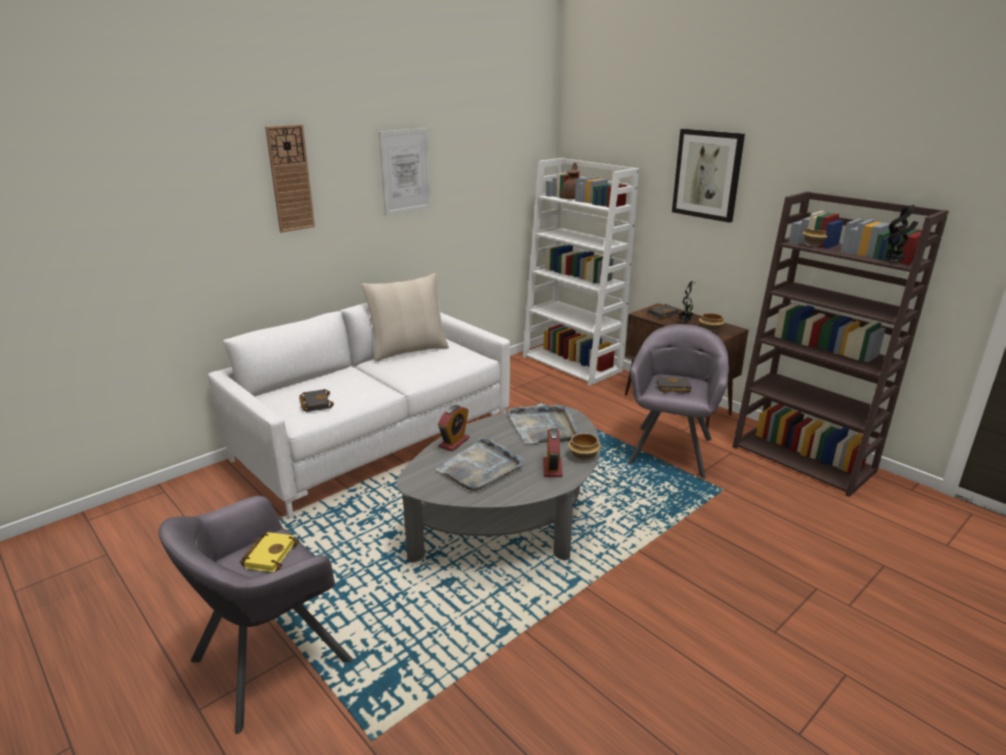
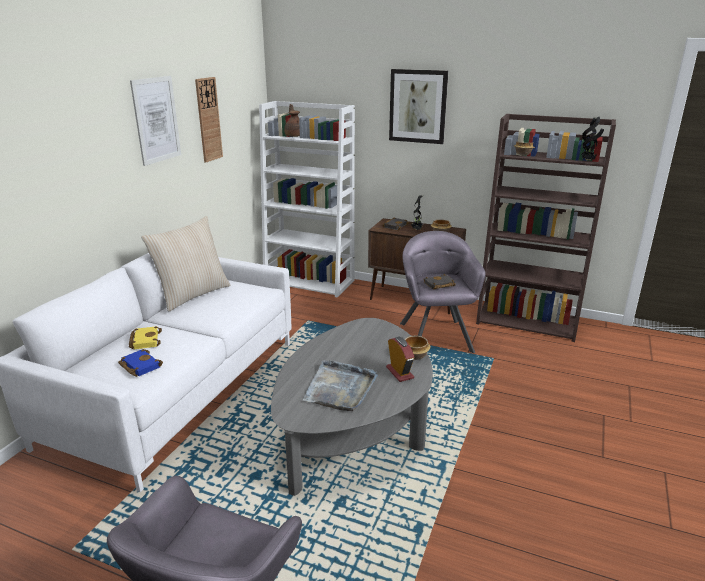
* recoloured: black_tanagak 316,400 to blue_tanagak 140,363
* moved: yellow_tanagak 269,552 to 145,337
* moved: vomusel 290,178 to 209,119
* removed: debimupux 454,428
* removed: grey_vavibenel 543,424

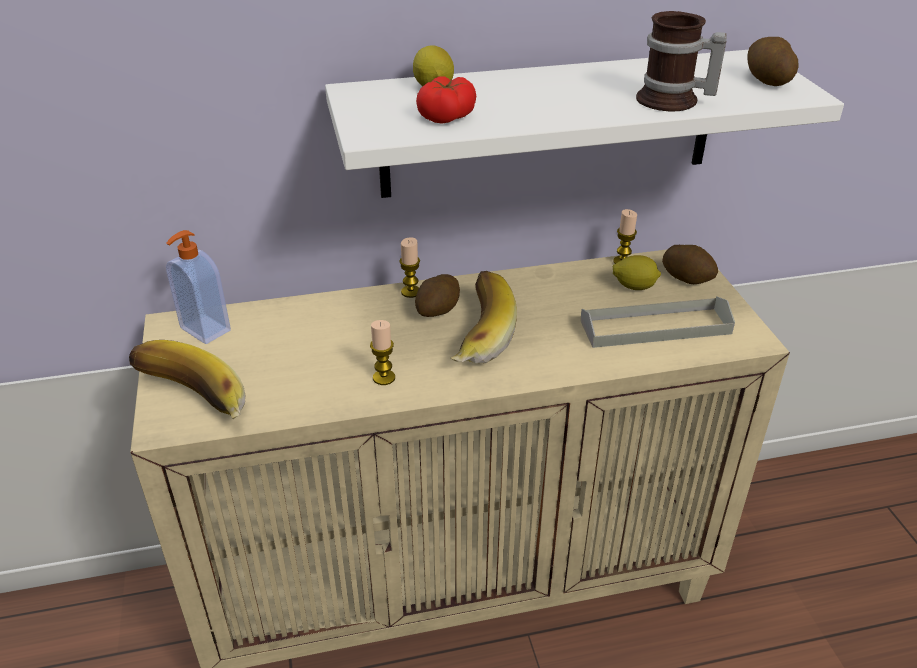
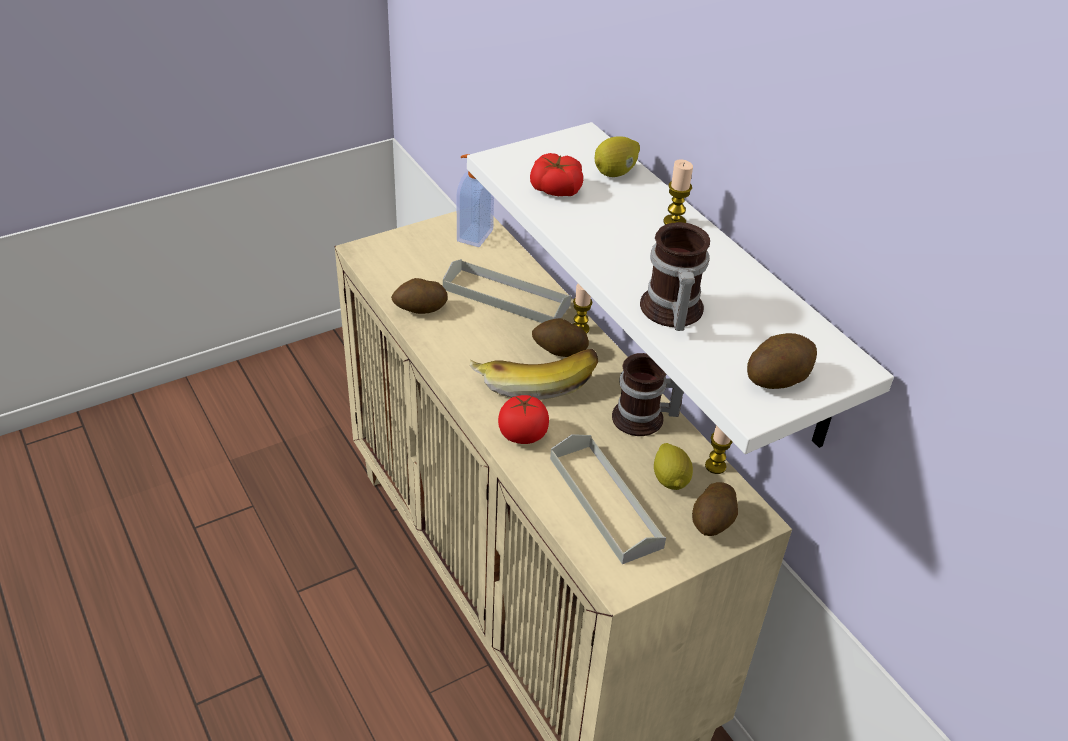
* added: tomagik 419,296
* added: grey_vavibenel 507,291
* added: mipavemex 523,419
* added: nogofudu 648,394
* moved: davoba 382,352 to 678,192
* removed: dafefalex 187,379

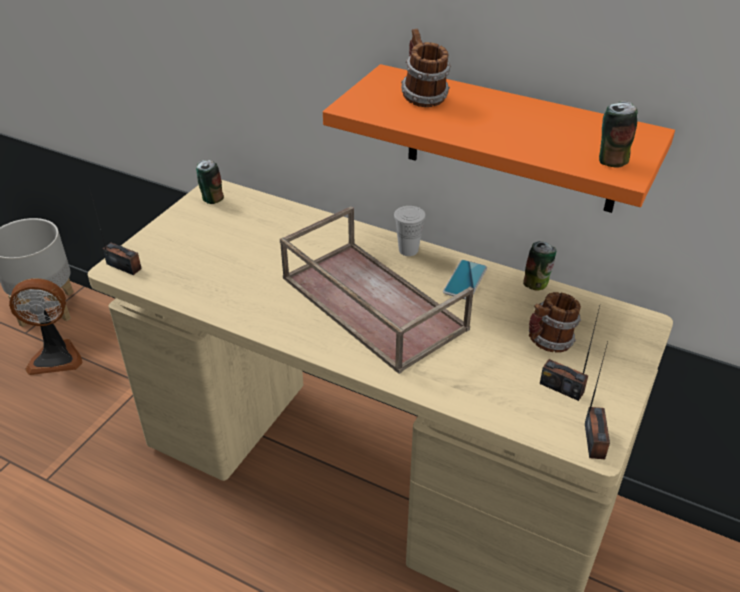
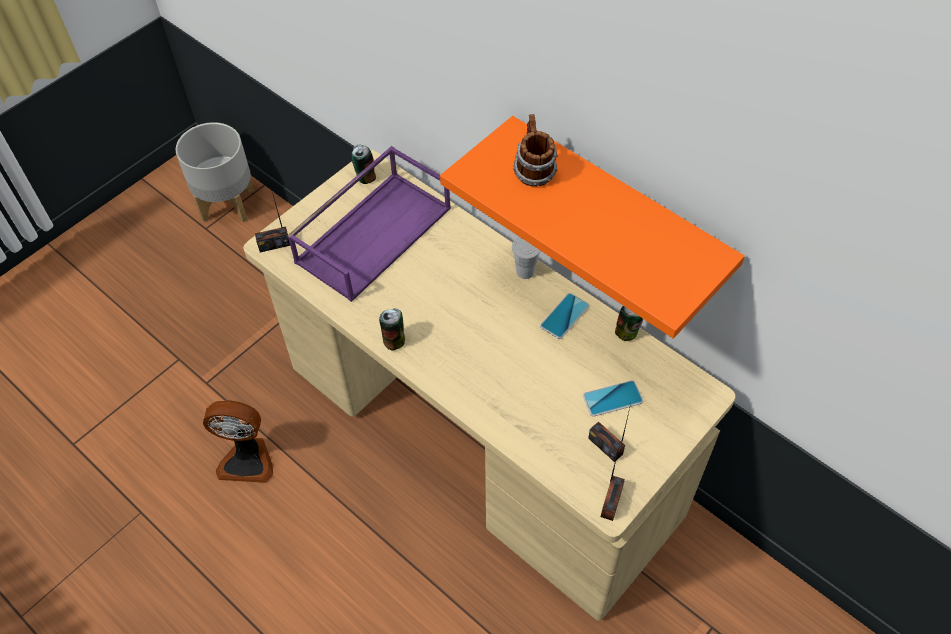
* moved: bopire 45,327 to 238,441
* turned: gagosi 115,231 = 272,218 120 degrees clockwise
* added: purple_vavibenel 369,224
* moved: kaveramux 618,134 to 392,329
* replaced: nogofudu 555,322 to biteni 613,398
* removed: brown_vavibenel 377,290

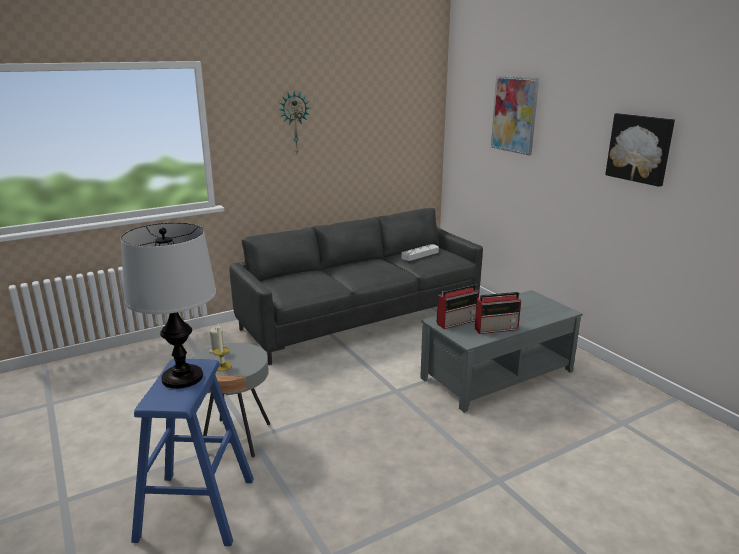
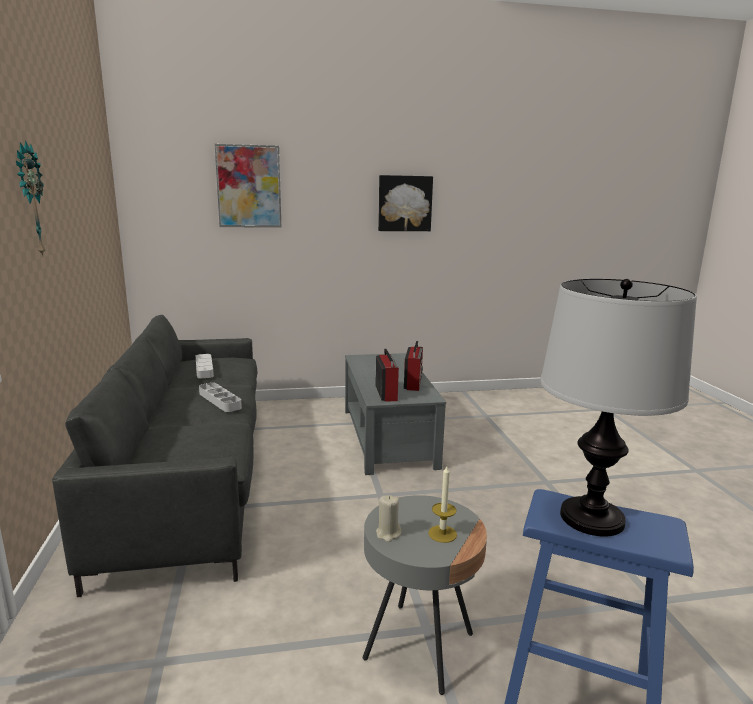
* added: grey_vavibenel 220,397

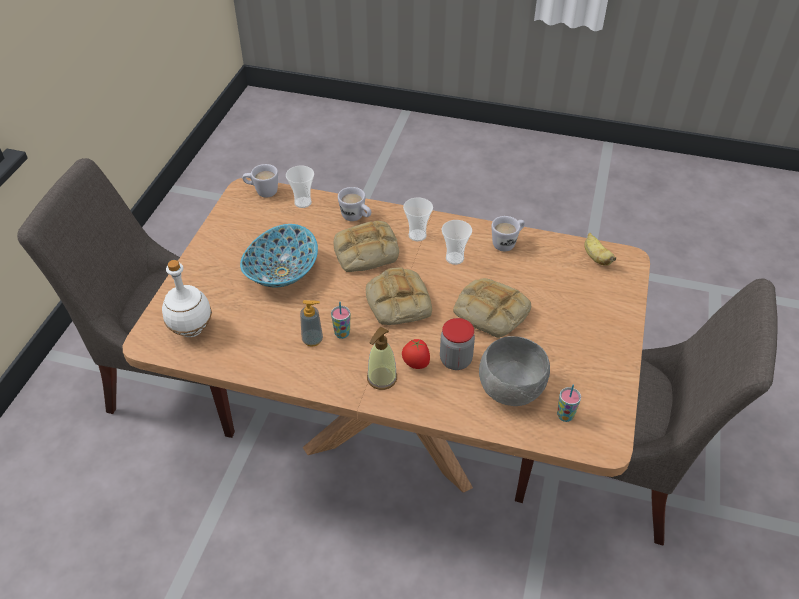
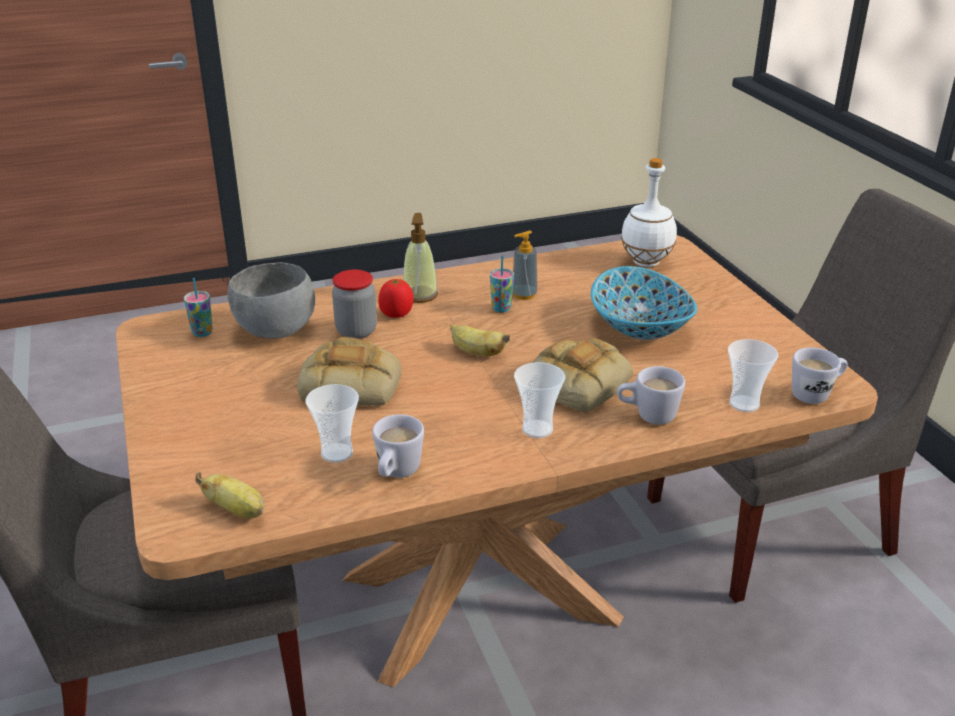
* moved: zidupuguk 457,242 to 332,423
* replaced: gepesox 399,296 to dafefalex 480,340

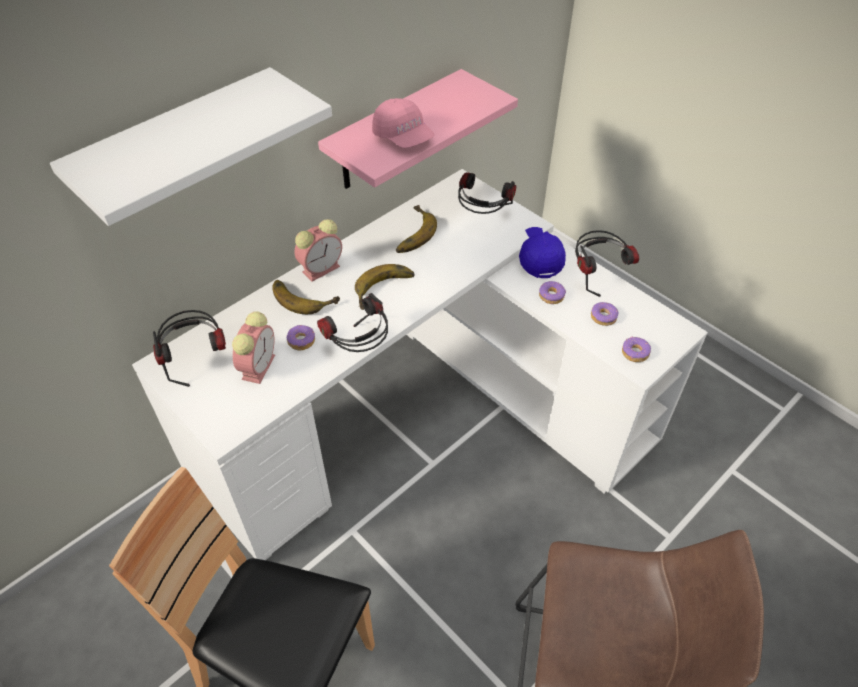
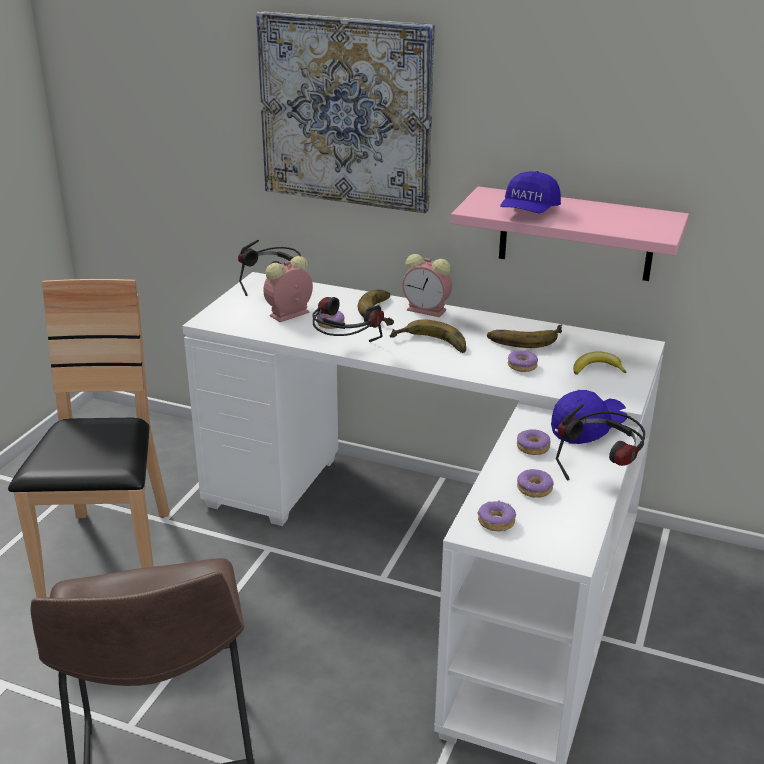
* replaced: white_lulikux 191,146 to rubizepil 345,112
* turned: debimupux 253,347 = 288,289 150 degrees clockwise
* recoloured: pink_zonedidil 403,123 to blue_zonedidil 530,192
* added: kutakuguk 523,361
* replaced: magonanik 487,193 to dafefalex 599,363

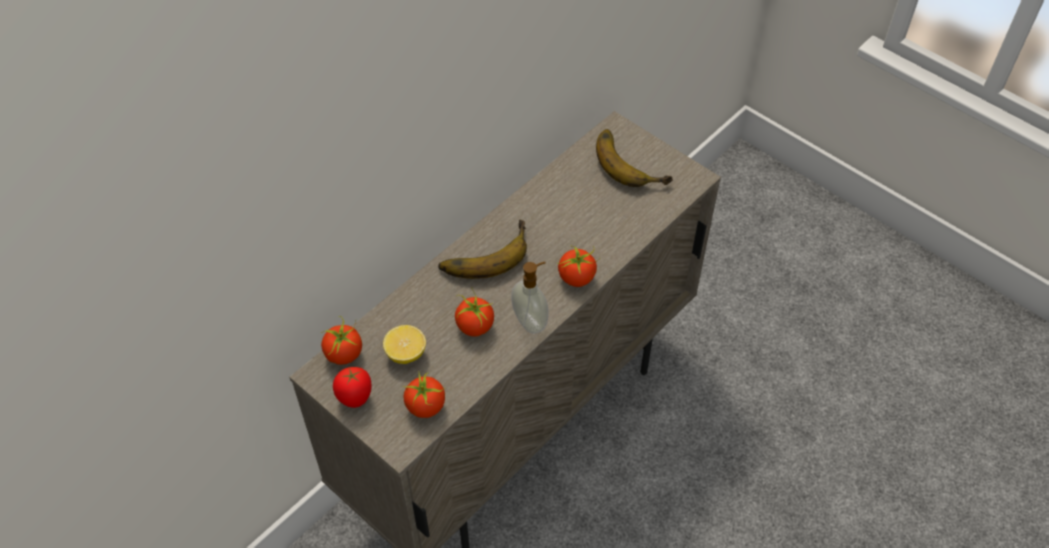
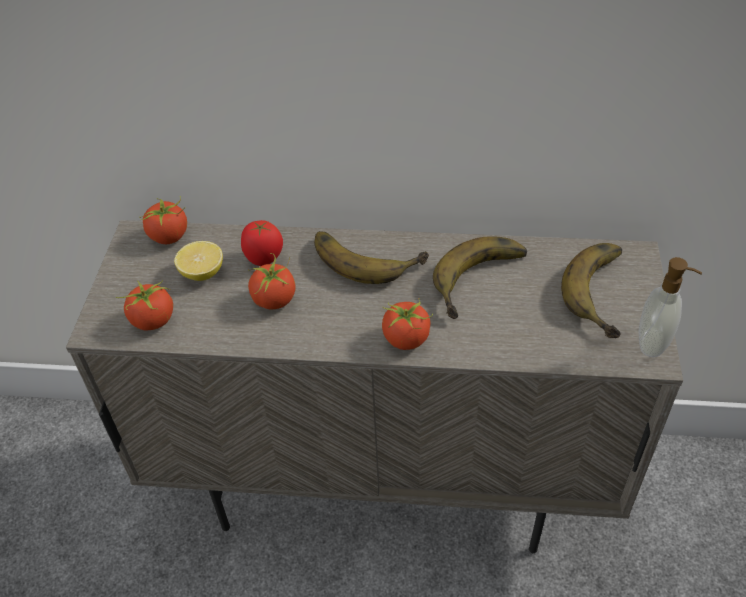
* moved: mipavemex 352,387 to 262,243
* added: dafefalex 480,277
* moved: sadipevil 530,298 to 670,307

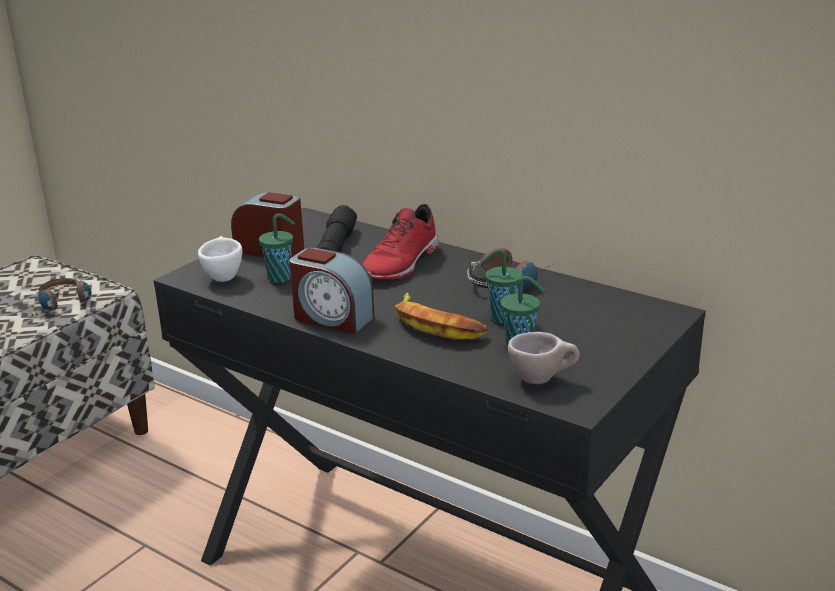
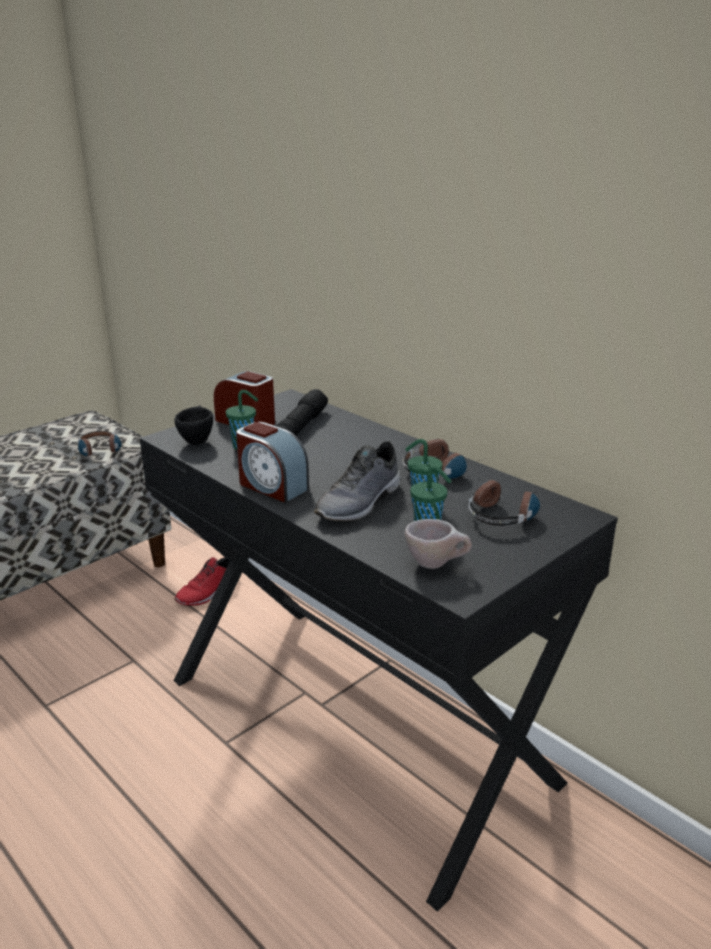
* recoloured: white_zidupuguk 220,259 to black_zidupuguk 193,425
* moved: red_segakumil 400,242 to 202,581
* replaced: dafefalex 441,316 to grey_segakumil 357,481
* added: magonanik 506,503

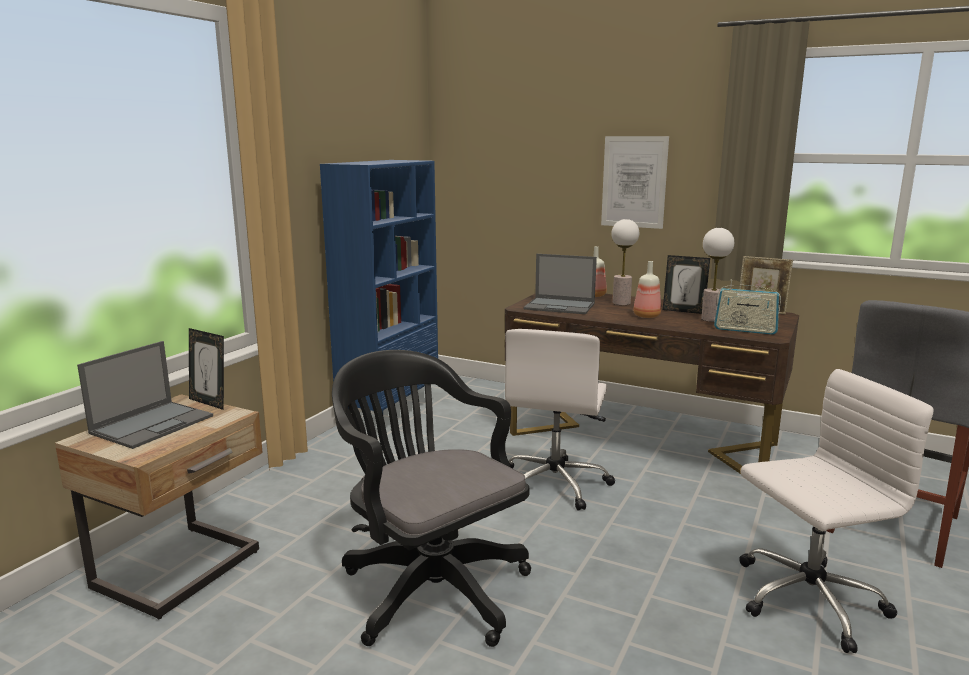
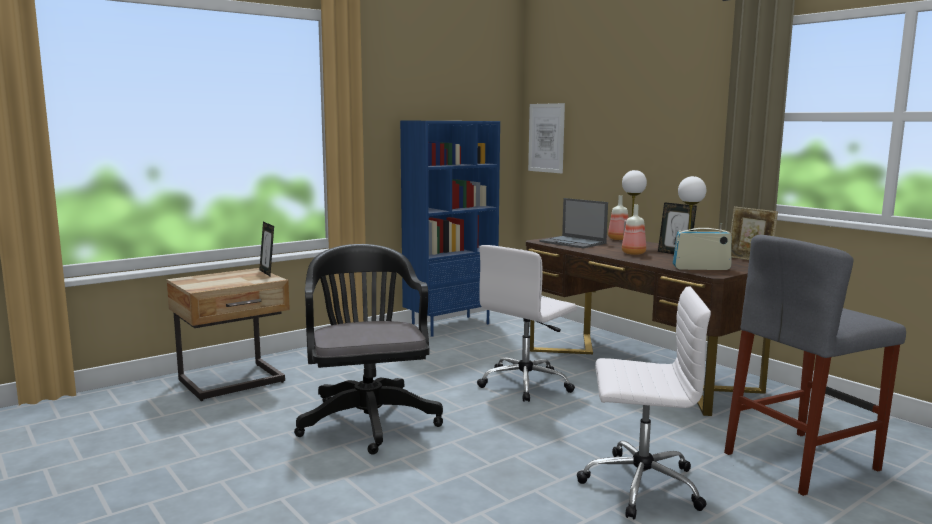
* moved: rubizepil 635,182 to 546,138
* turned: gagosi 747,307 = 702,246 135 degrees clockwise
* removed: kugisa 145,395

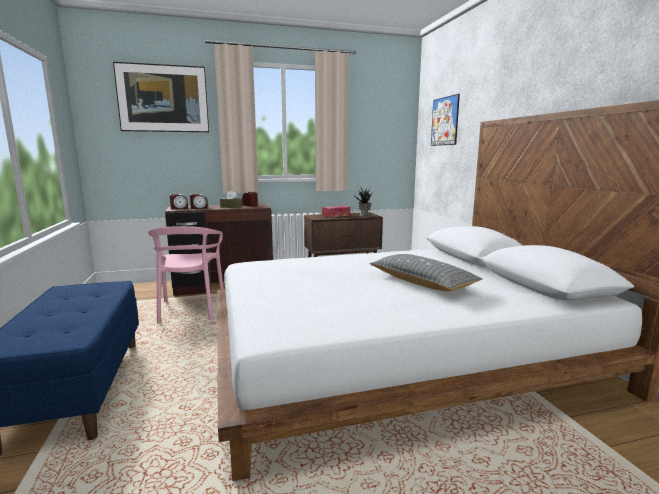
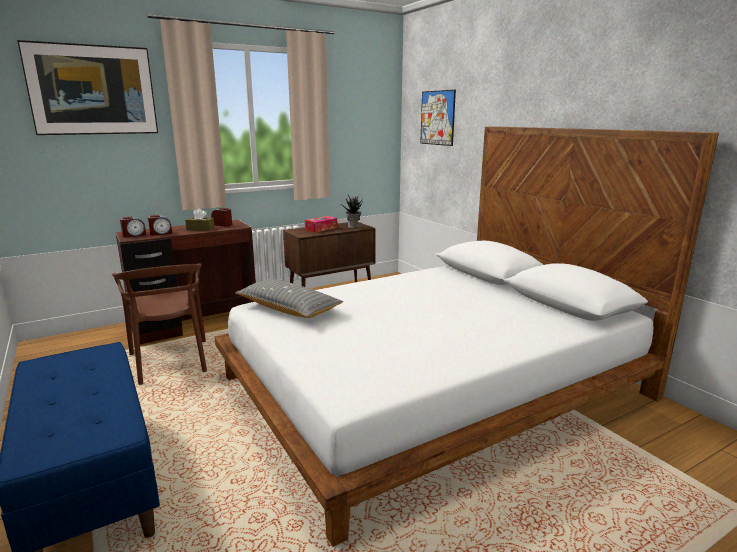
* recoloured: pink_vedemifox 186,275 to brown_vedemifox 159,324
* moved: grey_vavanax 425,273 to 289,298

